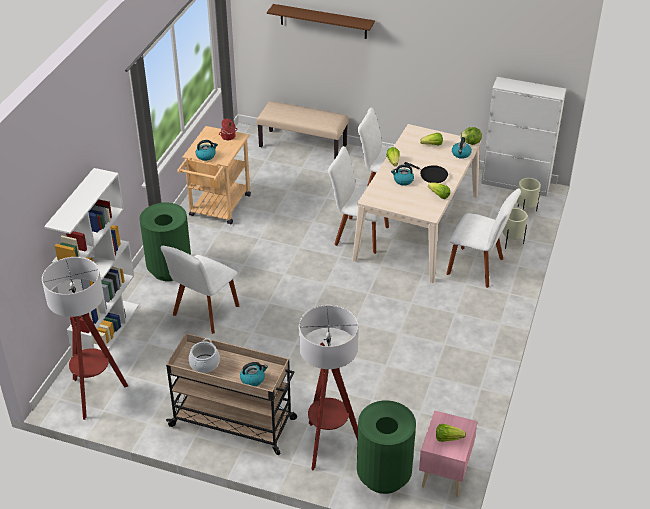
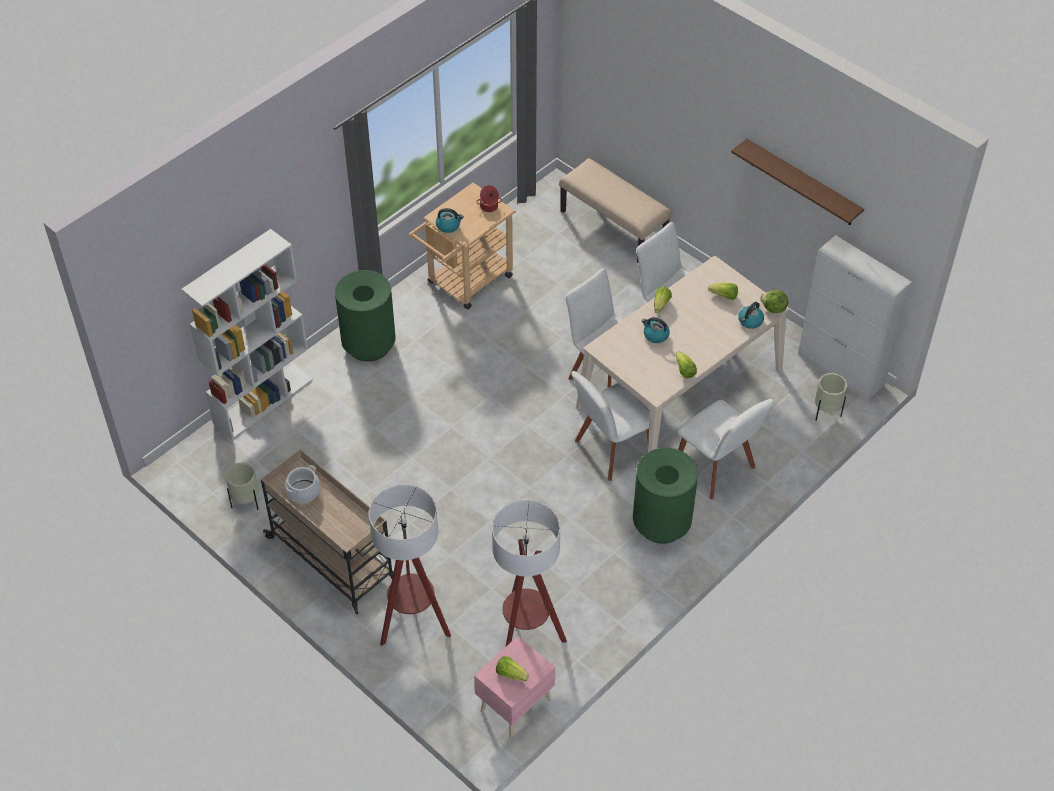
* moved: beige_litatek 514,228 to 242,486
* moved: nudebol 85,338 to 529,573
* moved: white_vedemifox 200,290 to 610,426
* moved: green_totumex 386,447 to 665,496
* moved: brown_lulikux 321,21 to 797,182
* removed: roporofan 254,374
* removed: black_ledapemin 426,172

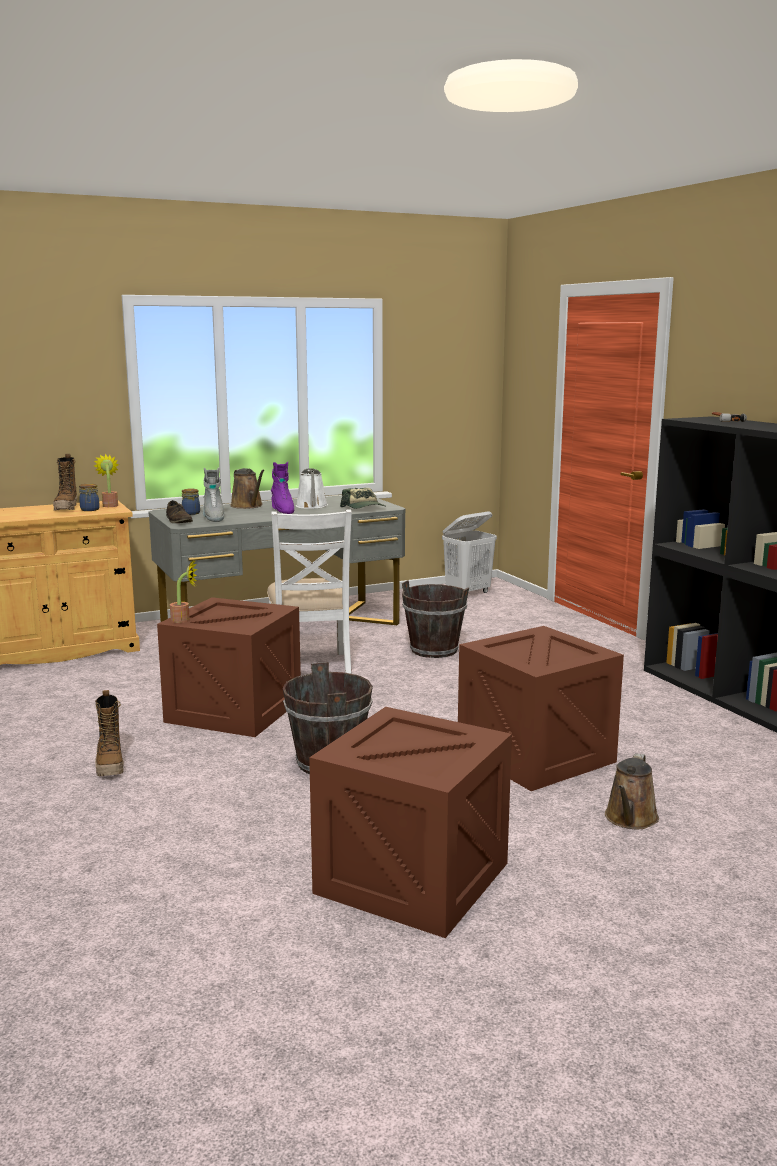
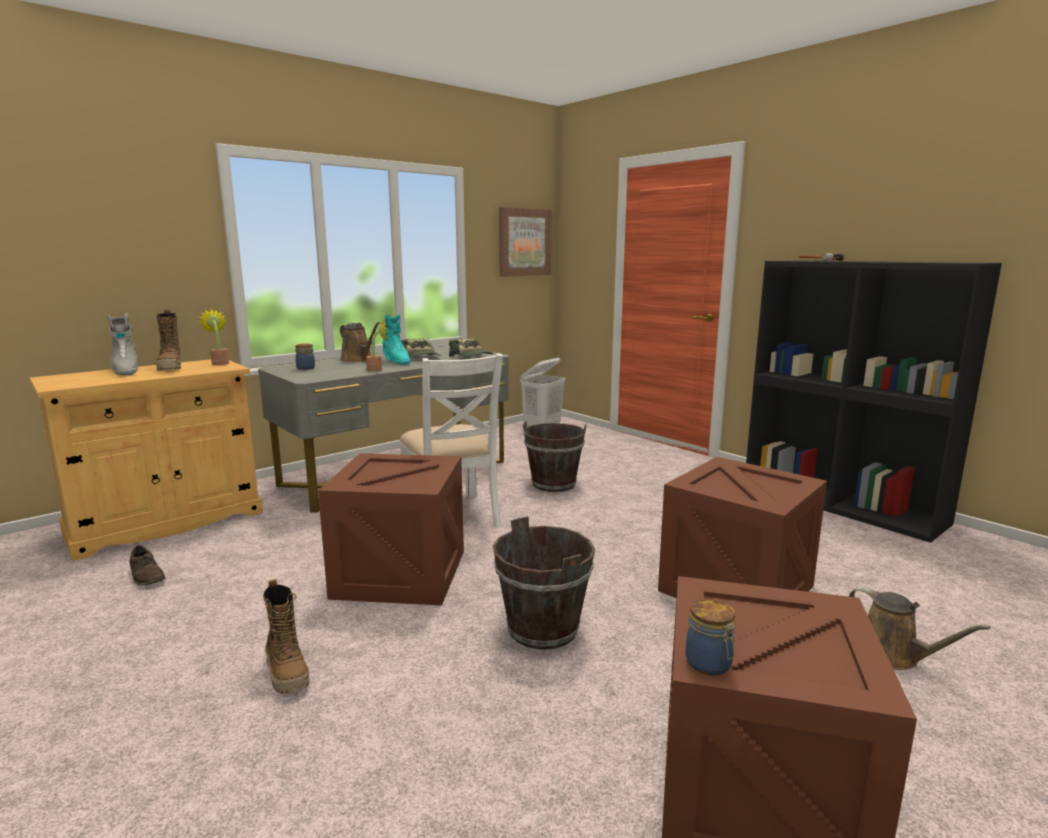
* moved: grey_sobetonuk 213,495 to 122,344
* moved: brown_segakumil 179,511 to 147,565
* moved: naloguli 184,591 to 376,346
* recoloured: purple_sobetonuk 282,488 to turquoise_sobetonuk 396,339
* replaced: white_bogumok 312,488 to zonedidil 421,347
* added: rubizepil 525,242
* moved: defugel 89,497 to 710,637
* turned: brown_bogumok 632,791 = 920,628 45 degrees counterclockwise

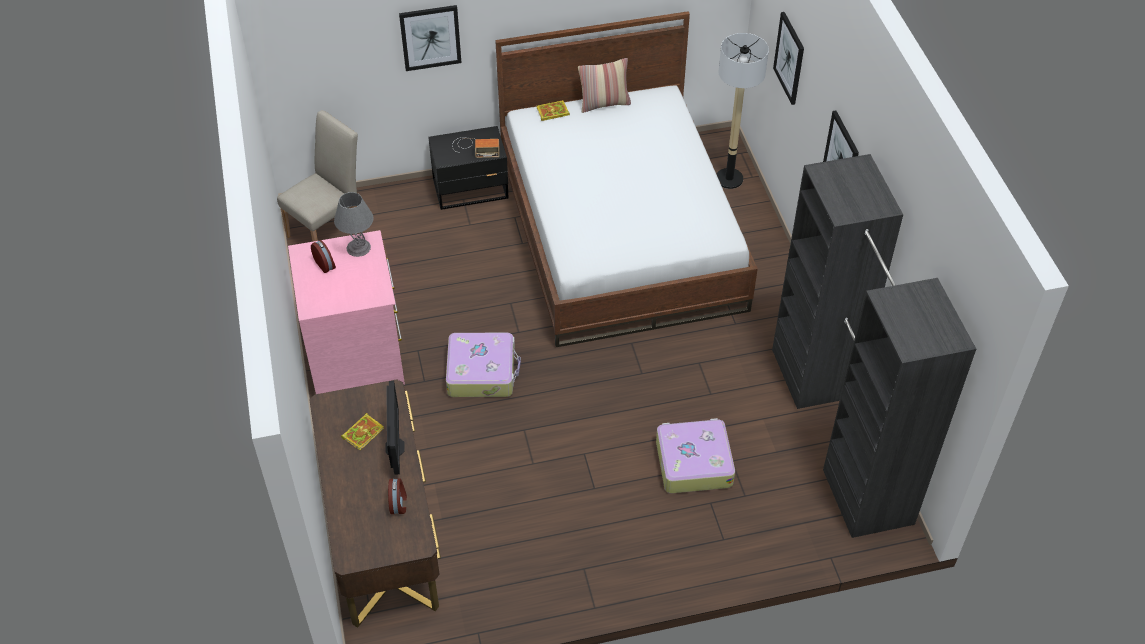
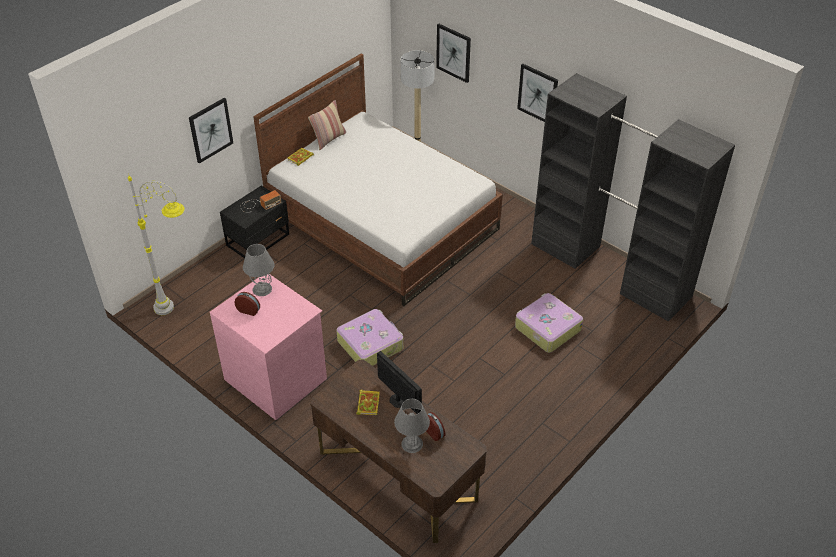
* replaced: beige_vedemifox 317,176 to grey_nudebol 156,244
* added: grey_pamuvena 412,426

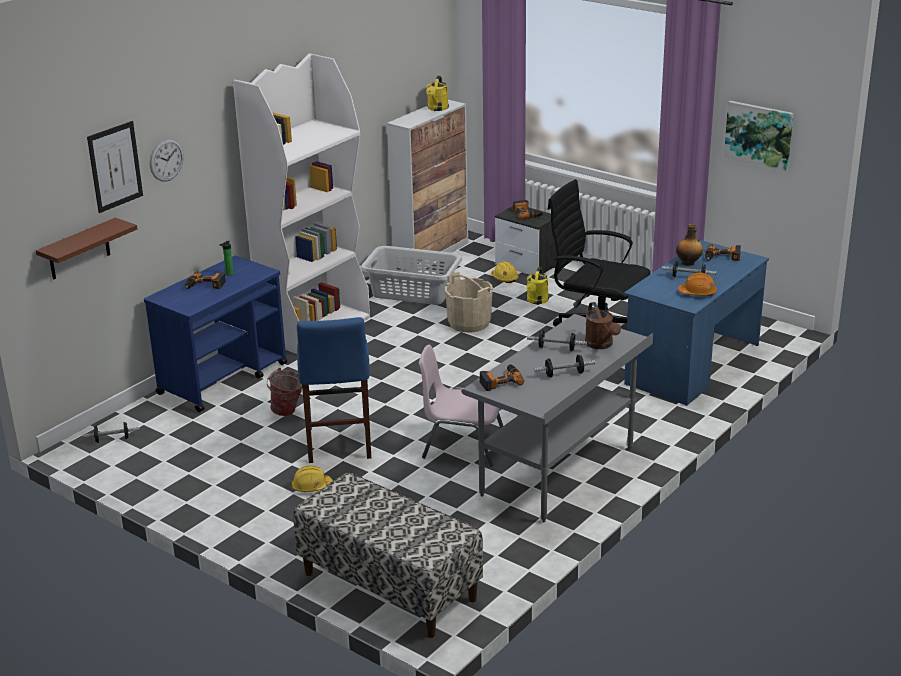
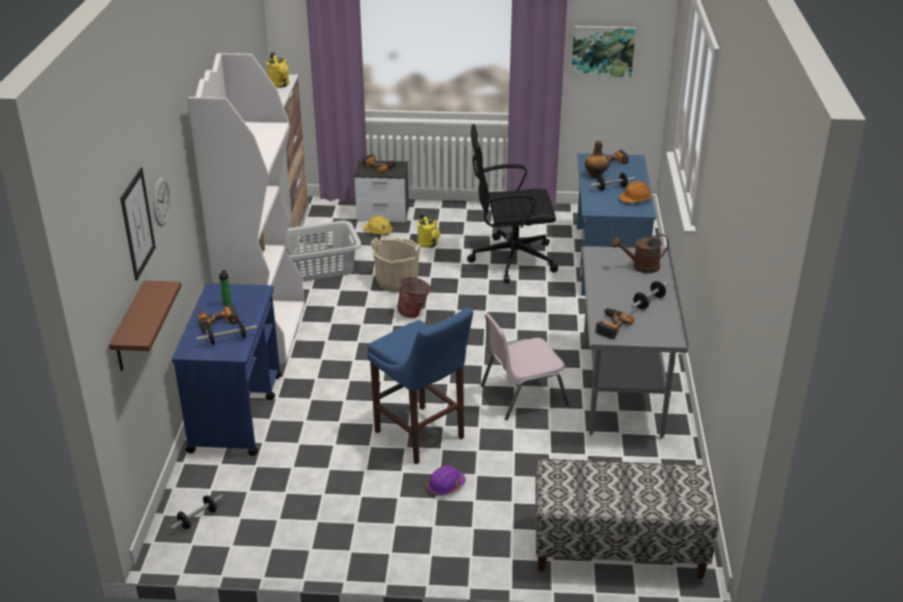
* moved: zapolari 557,340 to 226,333
* moved: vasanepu 284,392 to 414,297
* recoloured: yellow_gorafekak 312,478 to purple_gorafekak 446,480
* turned: brown_bogumok 603,325 = 640,253 135 degrees clockwise

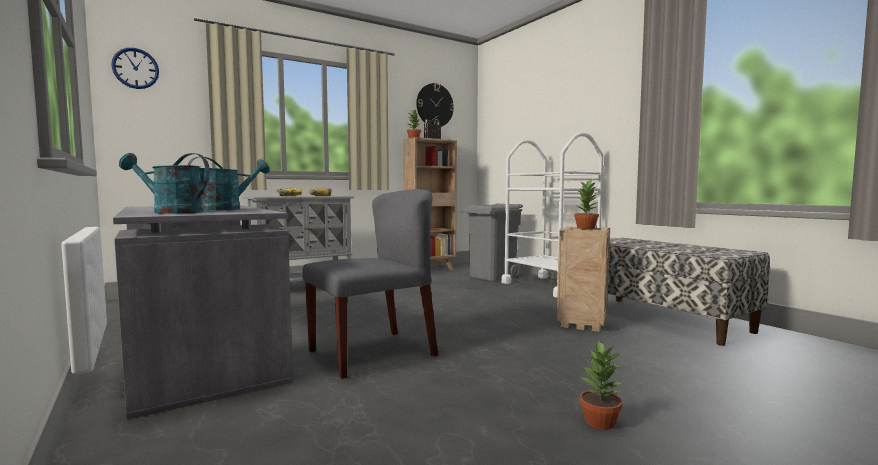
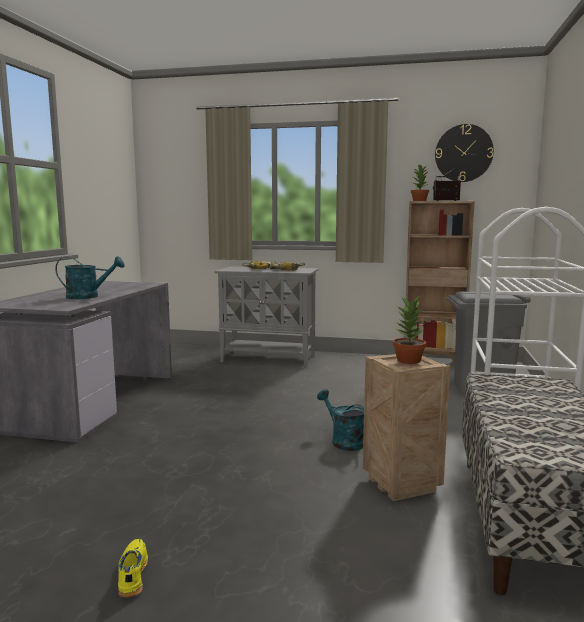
* replaced: naloguli 601,385 to yellow_segakumil 133,568
* moved: turquoise_bogumok 164,183 to 340,420
* removed: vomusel 135,68
* removed: grey_vedemifox 370,284

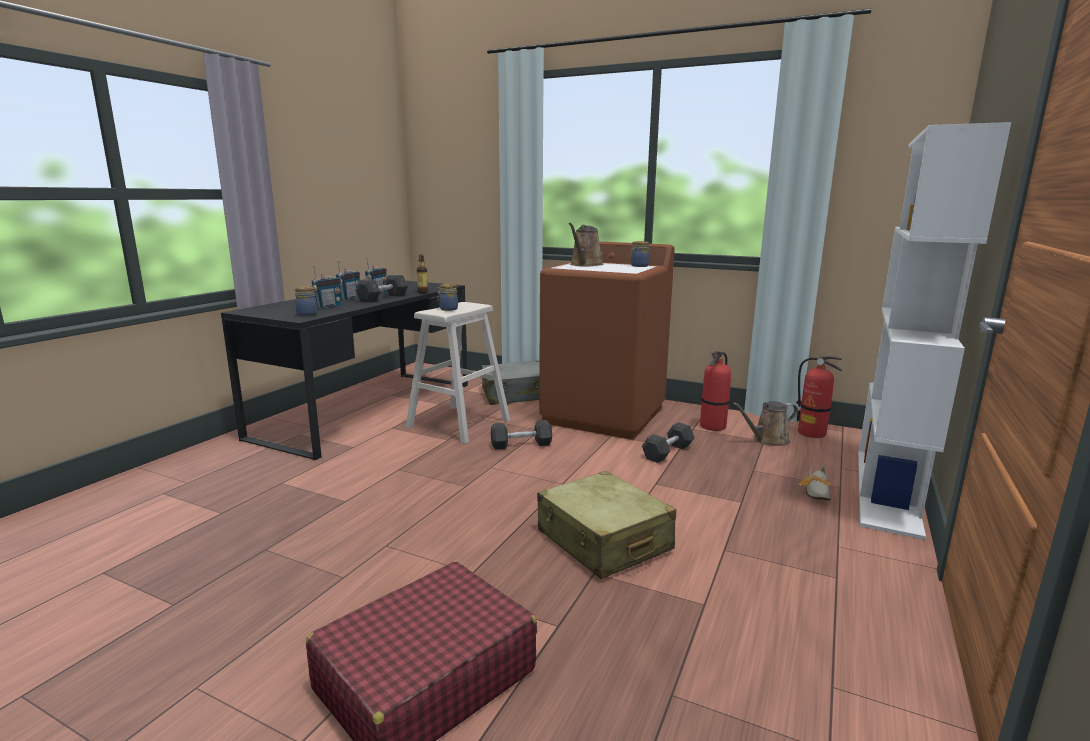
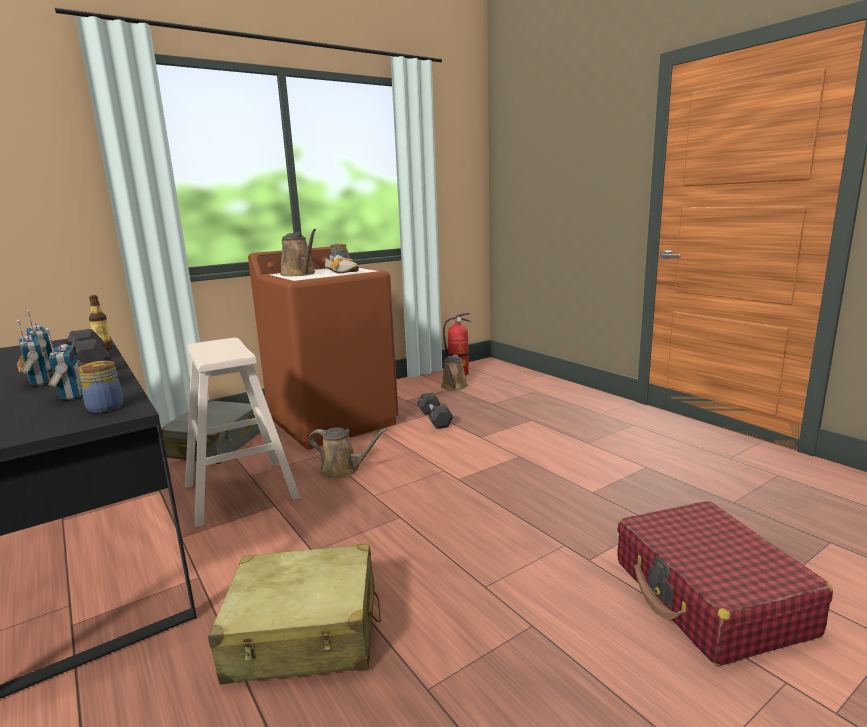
* moved: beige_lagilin 606,525 to 294,614
* replaced: grey_zapolari 521,435 to brown_bogumok 348,453
* moved: segakumil 815,481 to 341,264
* removed: defugel 447,297
* removed: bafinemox 715,391
* removed: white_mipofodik 934,331

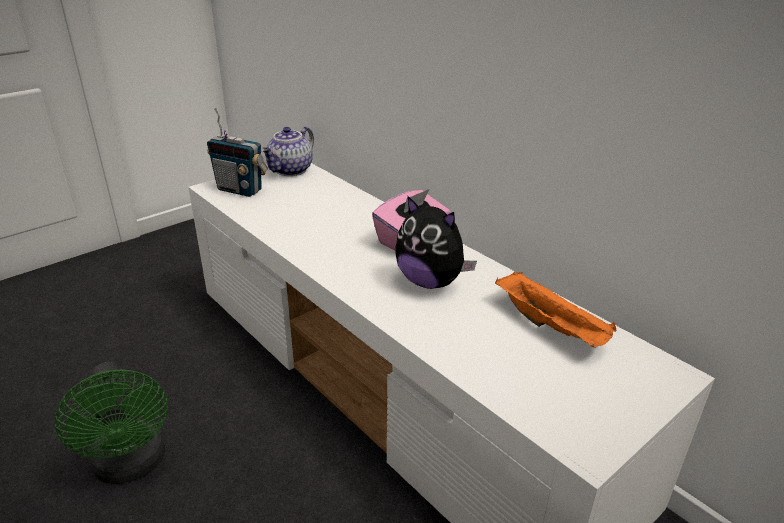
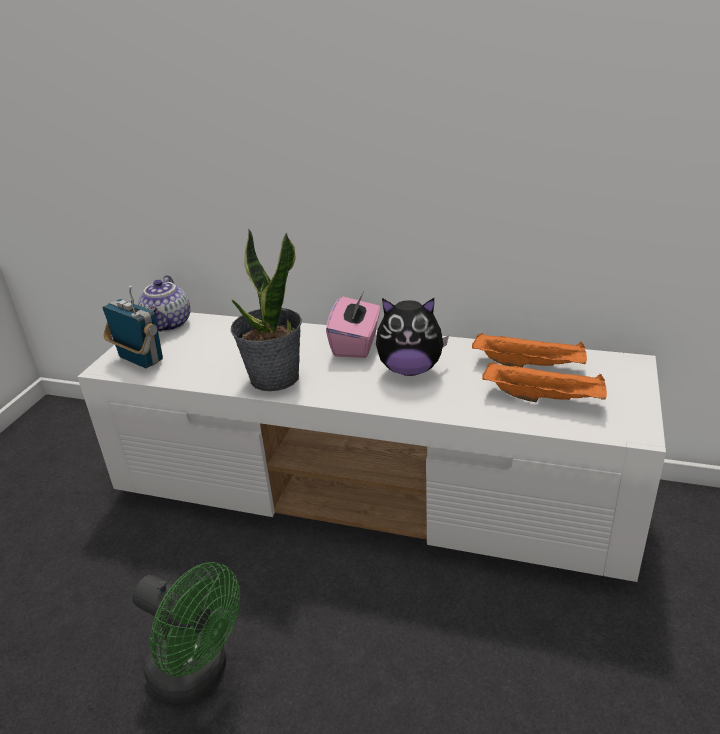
* turned: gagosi 237,152 = 133,326 135 degrees counterclockwise
* added: naloguli 266,310
* added: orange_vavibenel 544,382

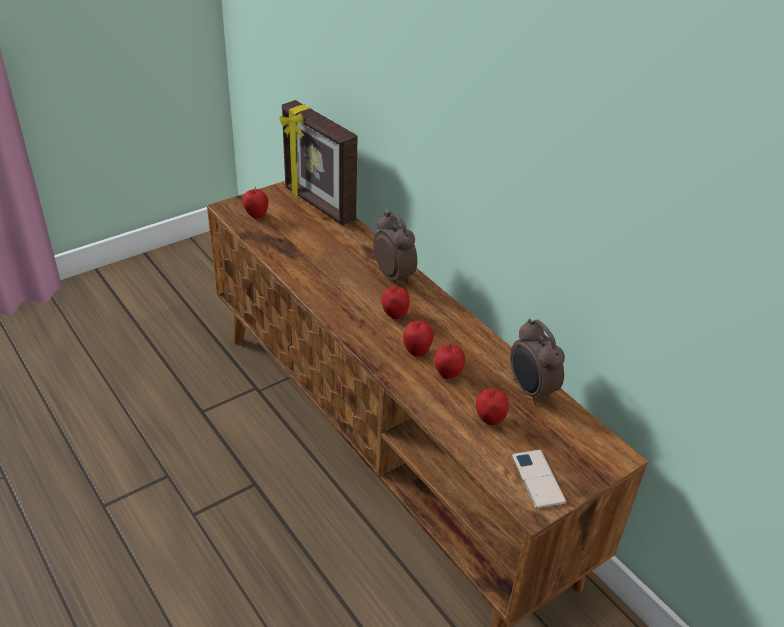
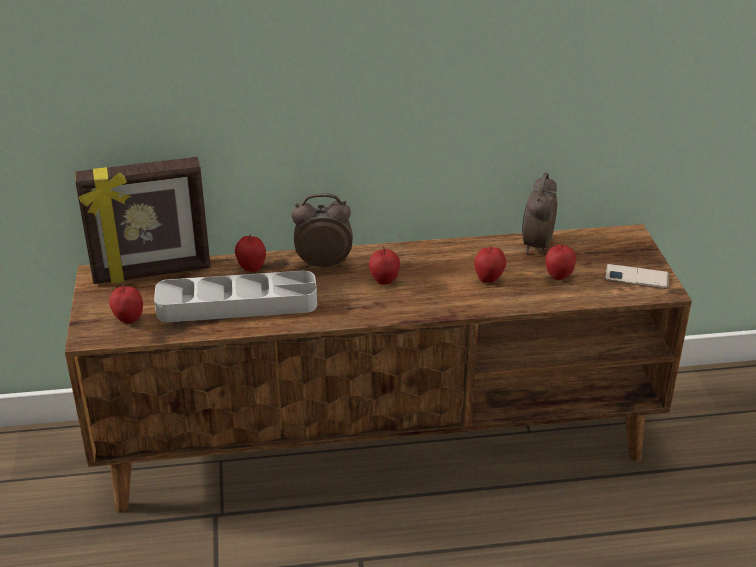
* added: grey_vavibenel 235,296
* moved: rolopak 418,338 to 250,253
* turned: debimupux 537,362 = 539,213 105 degrees clockwise

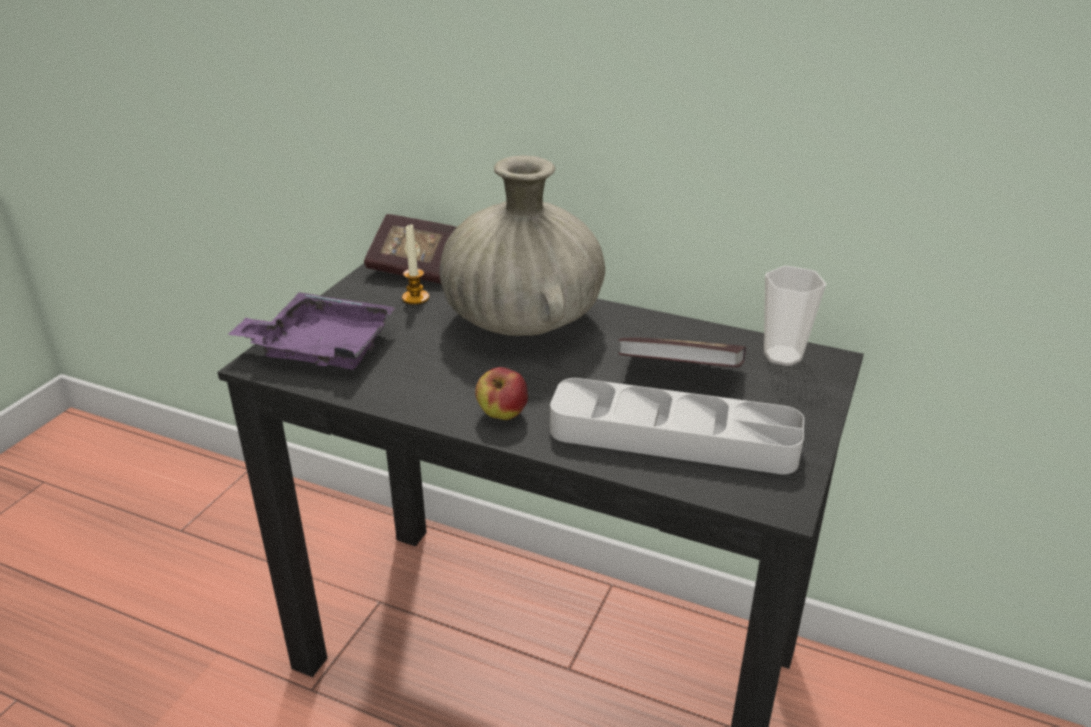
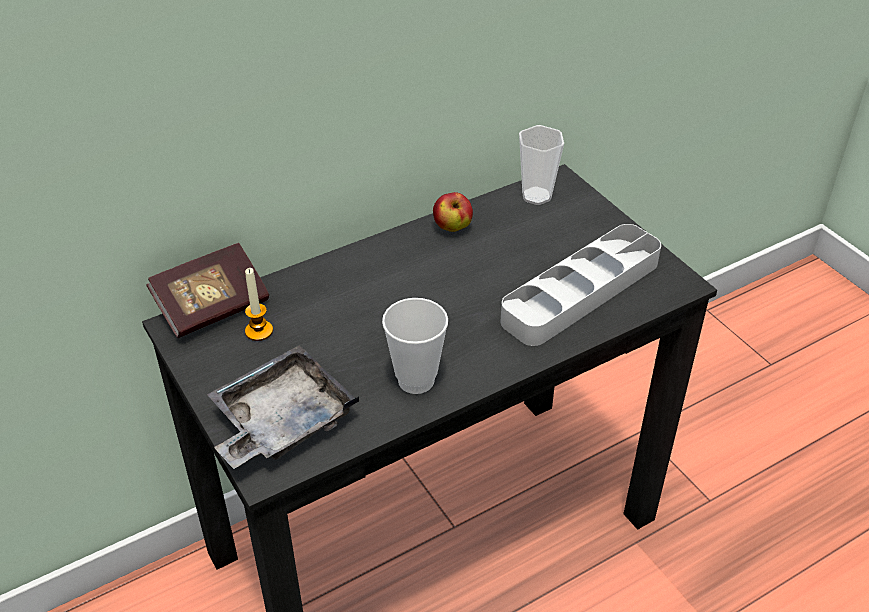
* recoloured: purple_vavibenel 312,330 to grey_vavibenel 283,407
* added: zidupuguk 415,346
* moved: rolopak 501,393 to 453,212
* removed: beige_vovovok 522,245
* removed: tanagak 682,352

